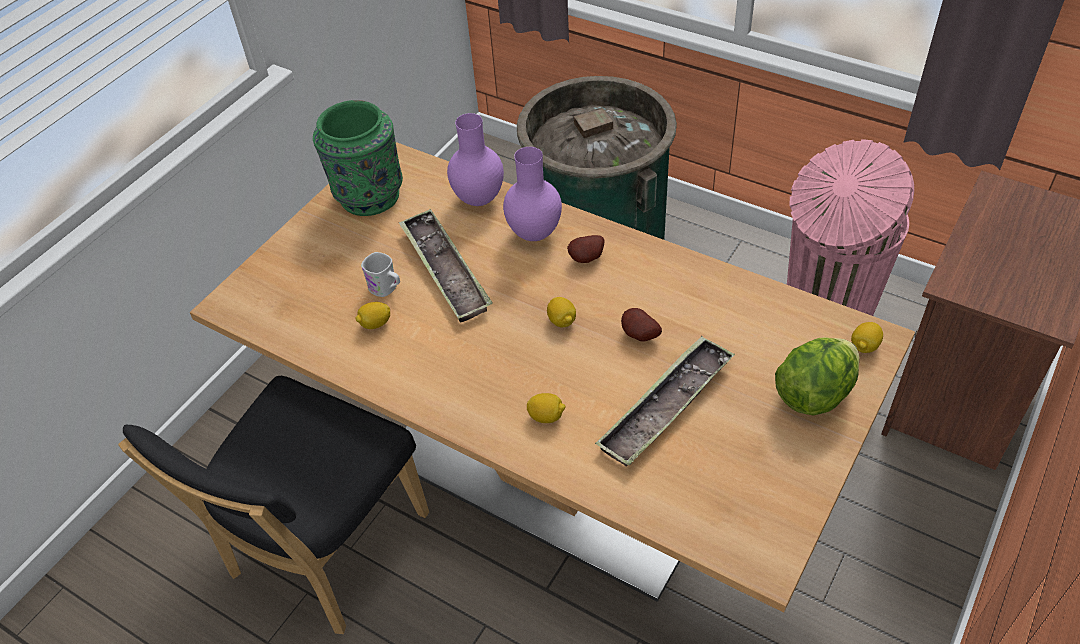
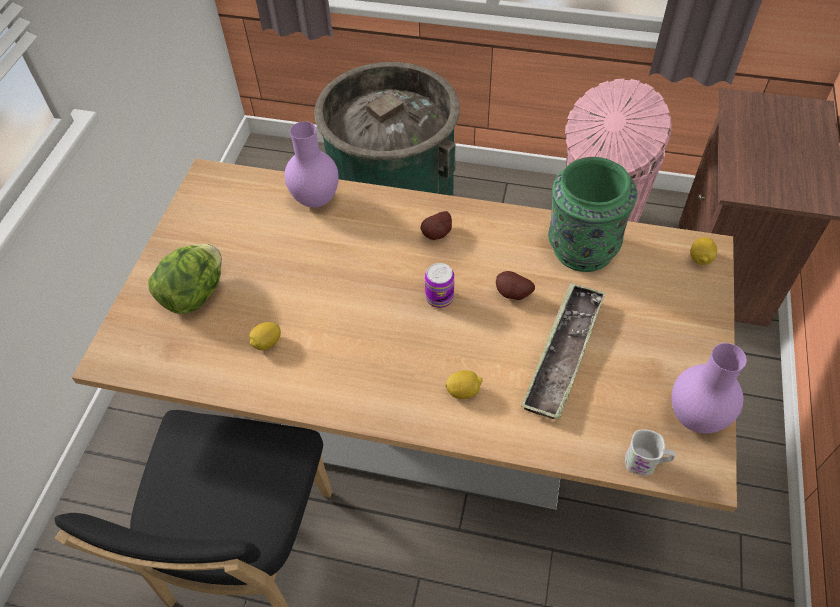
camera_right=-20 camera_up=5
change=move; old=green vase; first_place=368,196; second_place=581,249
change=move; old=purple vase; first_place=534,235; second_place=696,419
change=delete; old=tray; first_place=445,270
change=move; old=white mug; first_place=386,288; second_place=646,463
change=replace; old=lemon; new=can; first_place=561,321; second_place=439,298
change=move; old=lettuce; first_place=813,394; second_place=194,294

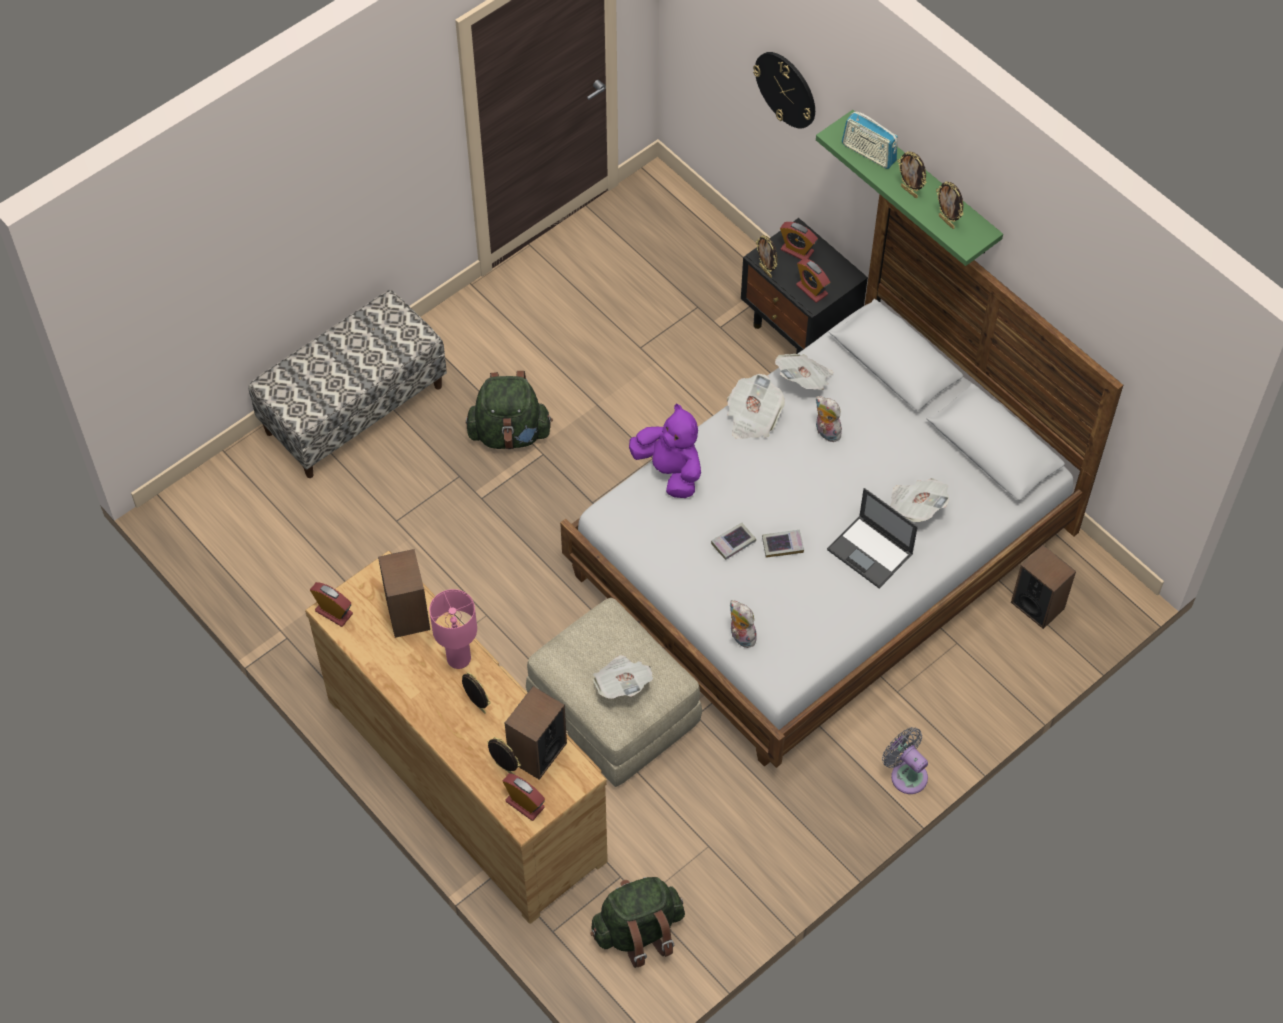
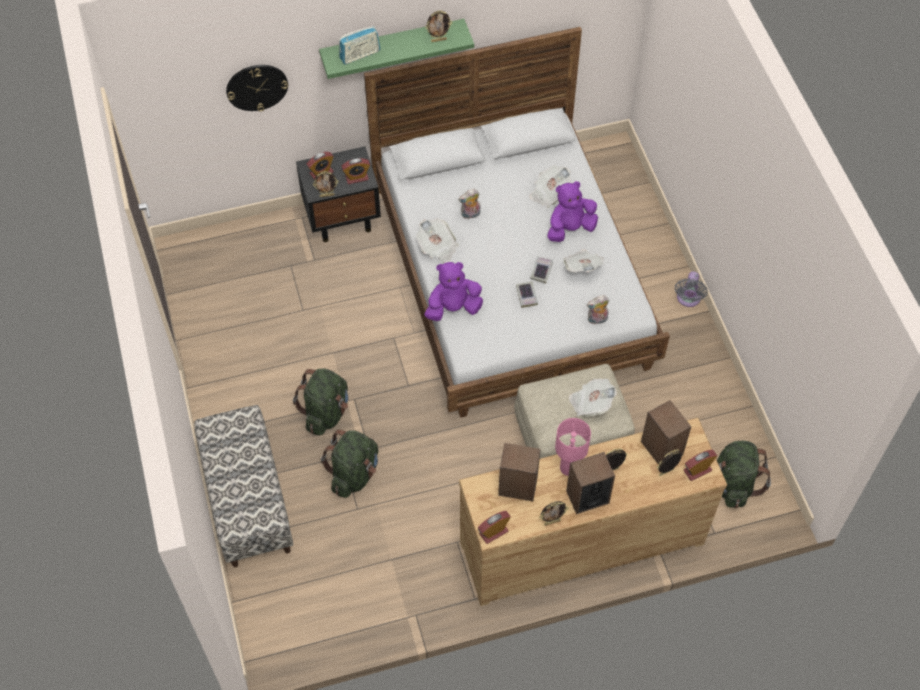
camera_right=-65 camera_up=0
change=move; old=picture frame; first_place=909,191; second_place=552,522
change=move; old=newspaper; first_place=804,380; second_place=582,267
change=replace; old=laptop; new=purple plush toy; first_place=871,552; second_place=570,228
change=move; old=speaker; first_place=1037,605; second_place=587,496
change=rotate; old=grey fan; first_place=906,774; second_place=688,299; degrees=-60
change=insert; new=green backpack; second_place=354,473

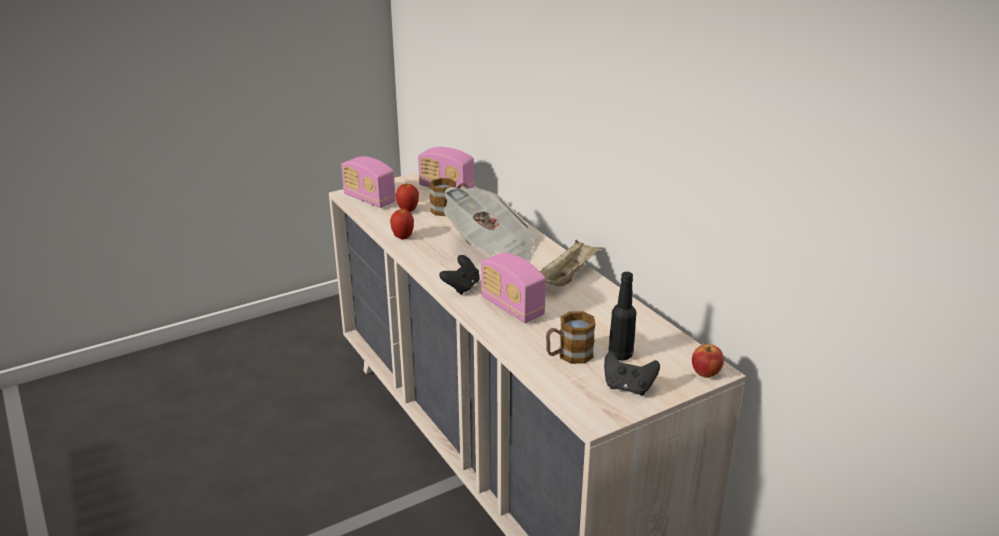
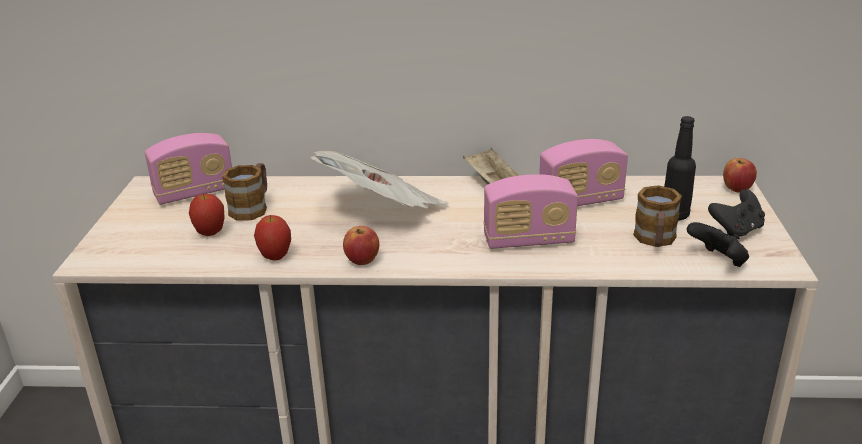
camera_right=-55 camera_up=0
change=move; old=radio; first_place=369,199; second_place=580,201
change=move; old=black game controller; first_place=461,287; second_place=718,261
change=insert; new=apple; second_place=362,261

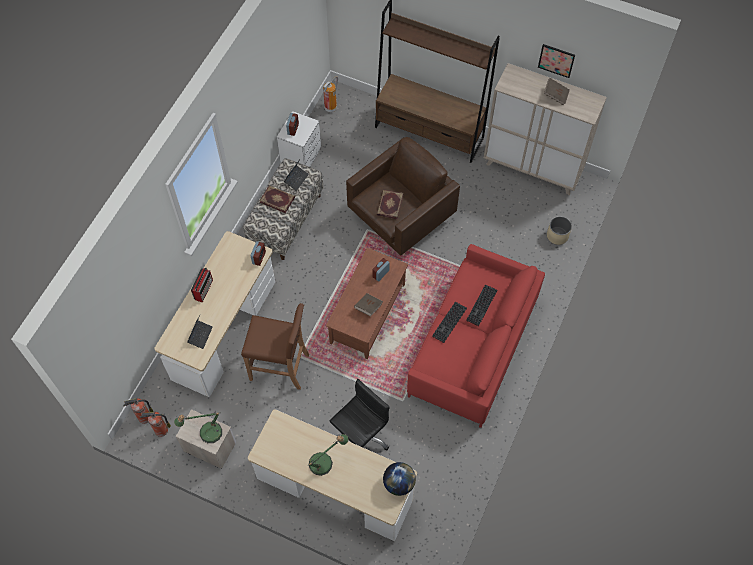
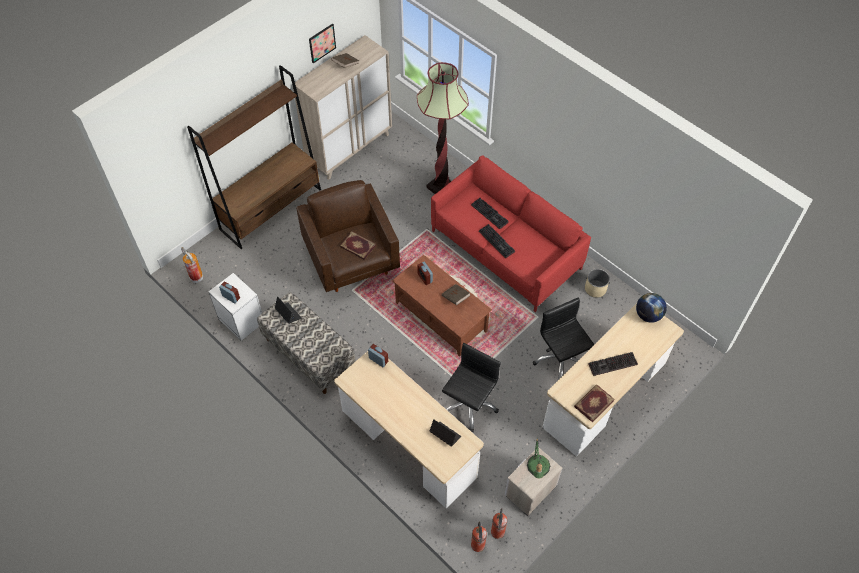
camera_right=-70 camera_up=-5
change=move; old=book; first_place=277,199; second_place=593,403
change=move; old=beige planter; first_place=557,236; second_place=595,289
change=delete; old=radio; first_place=204,289
change=replace; old=brown stool; new=black office chair; first_place=280,367; second_place=468,405
change=replace; old=table lamp; new=keyboard; first_place=324,462; second_place=612,365
change=insert; new=floor lamp; second_place=441,187

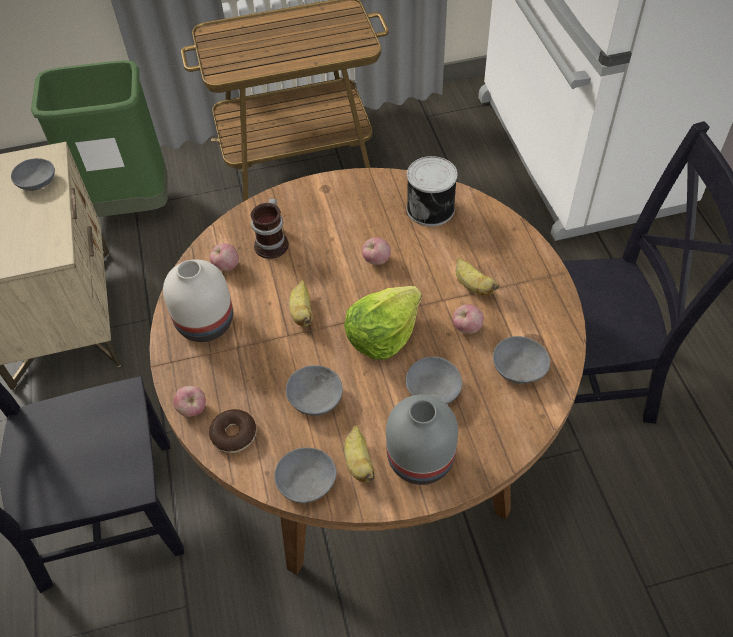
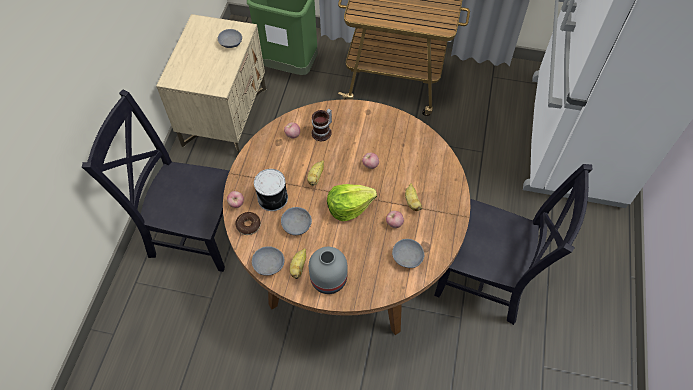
camera_right=25 camera_up=5
change=move; old=can; first_place=431,208; second_place=273,198
change=delete; old=white vase; first_place=207,322
change=delete; old=grey bowl; first_place=435,390

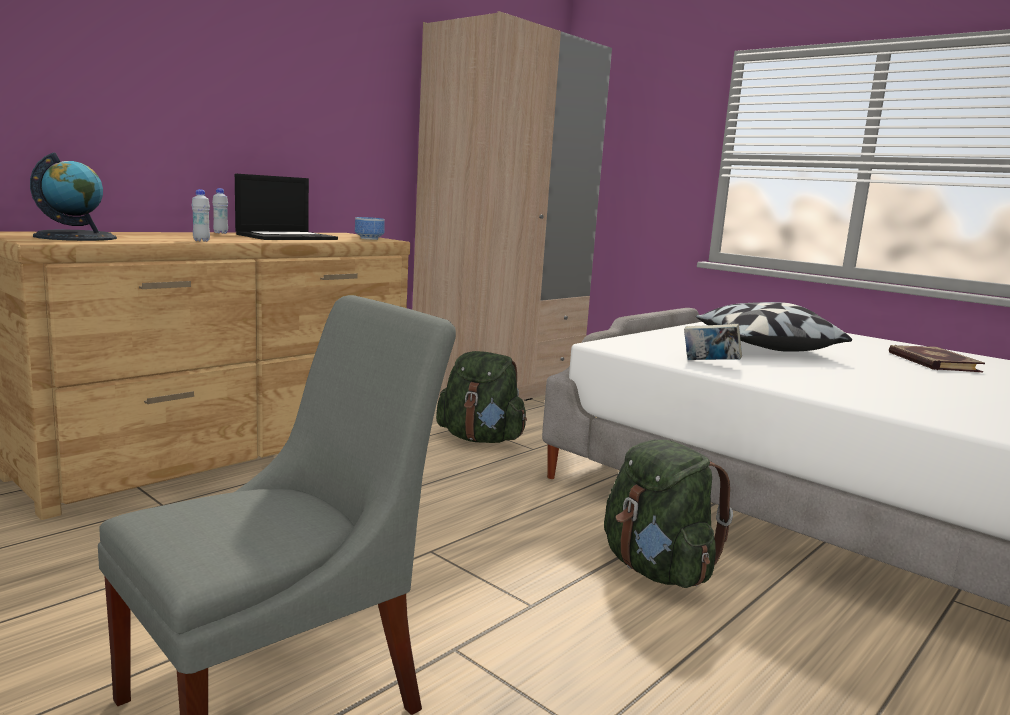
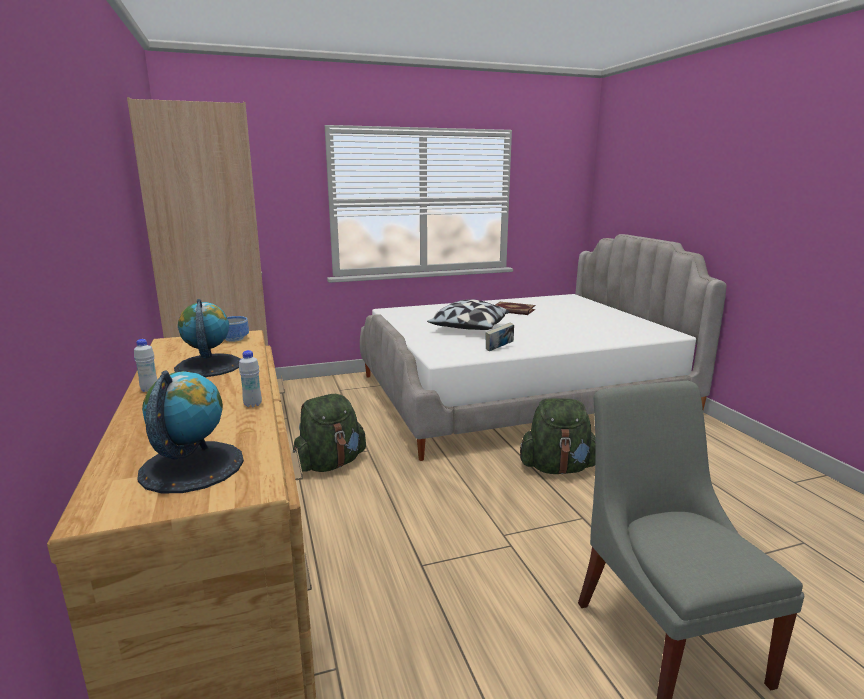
camera_right=-60 camera_up=5
change=replace; old=laptop; new=globe; first_place=287,237; second_place=208,366

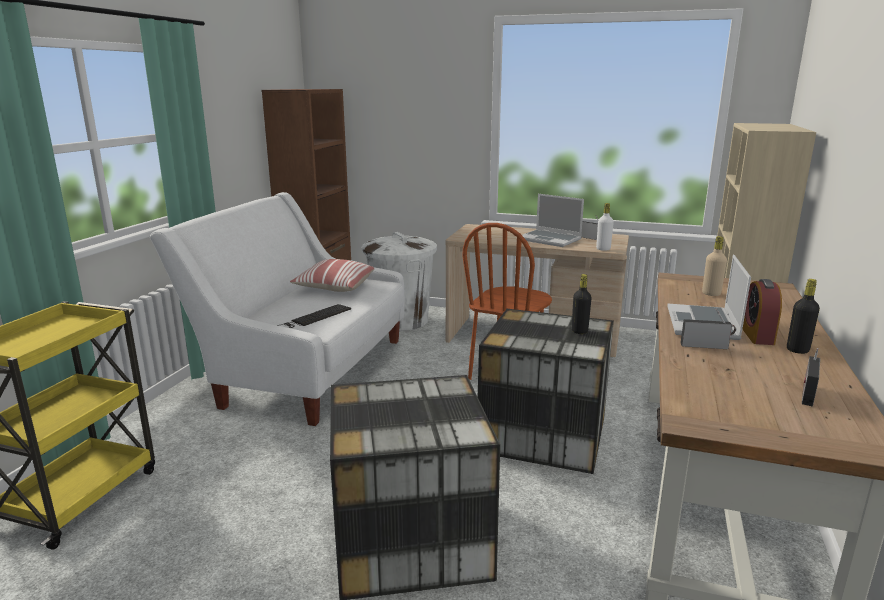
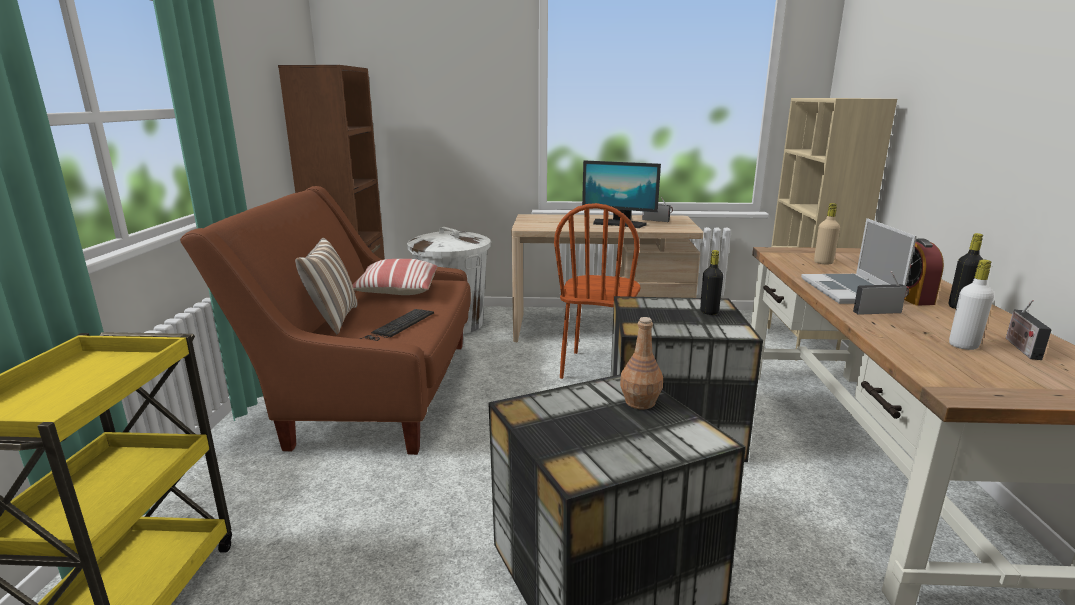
camera_right=-15 camera_up=0
change=recolor; old=white sofa; new=brown sofa; first_place=305,369; second_place=371,389
change=replace; old=laptop; new=monitor; first_place=550,239; second_place=619,224
change=move; old=white bottle; first_place=603,249; second_place=963,345
change=insert; new=pillow; second_place=332,320
change=insert; new=brown bottle; second_place=640,402

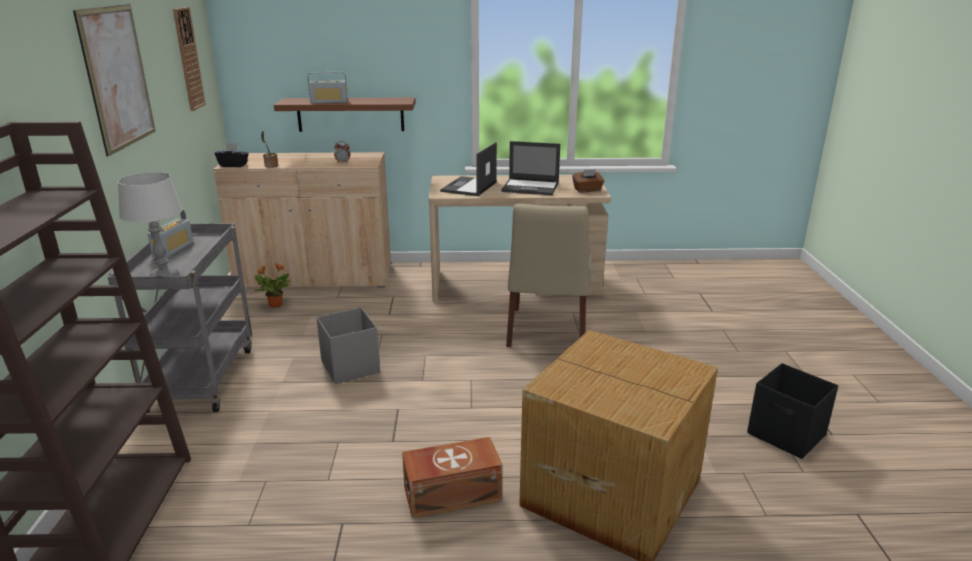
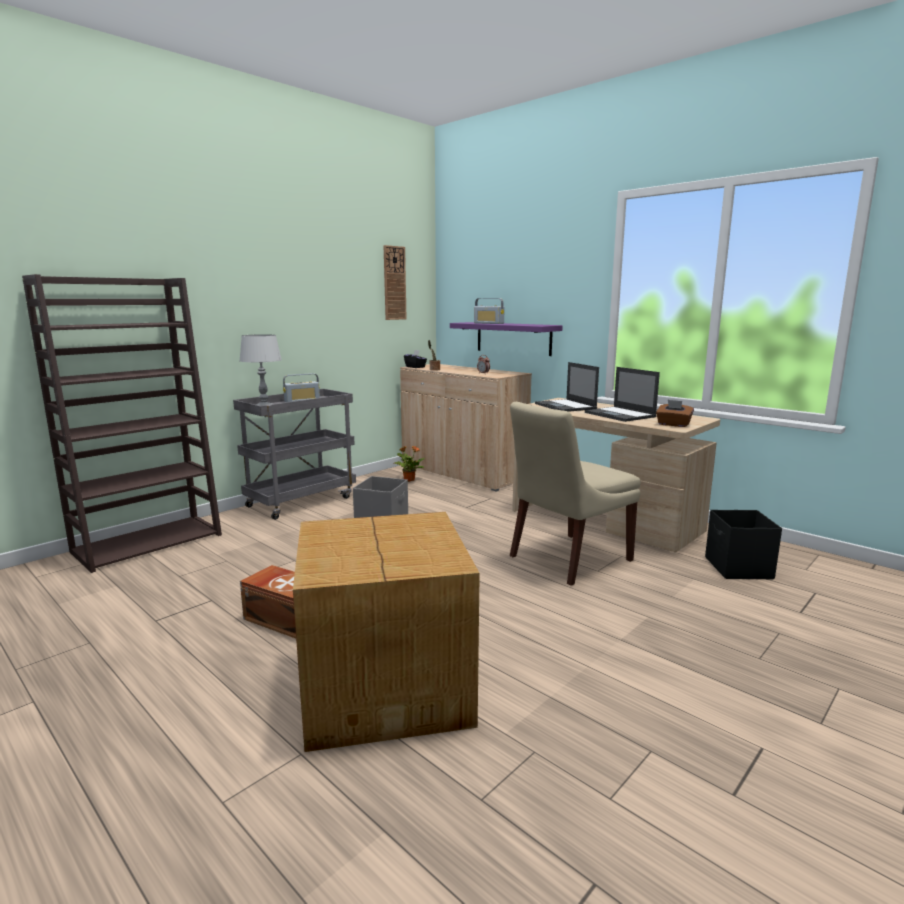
camera_right=45 camera_up=-10
change=delete; old=picture; first_place=117,77
change=recolor; old=brown shelf; new=purple shelf; first_place=350,114; second_place=513,338
change=rotate; old=laptop; first_place=469,187; second_place=566,406; degrees=-90
change=move; old=black storage box; first_place=787,435; second_place=738,568

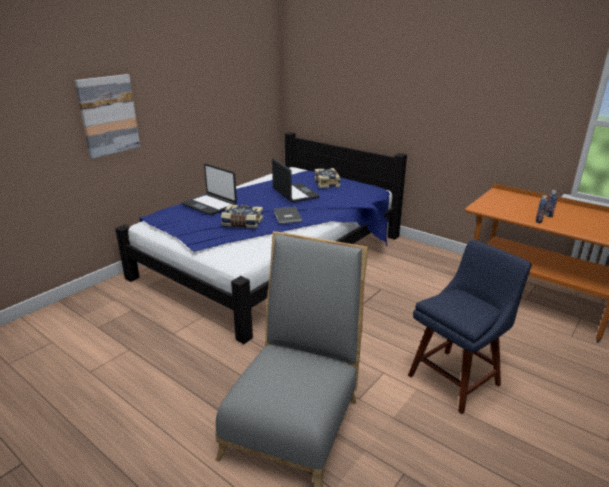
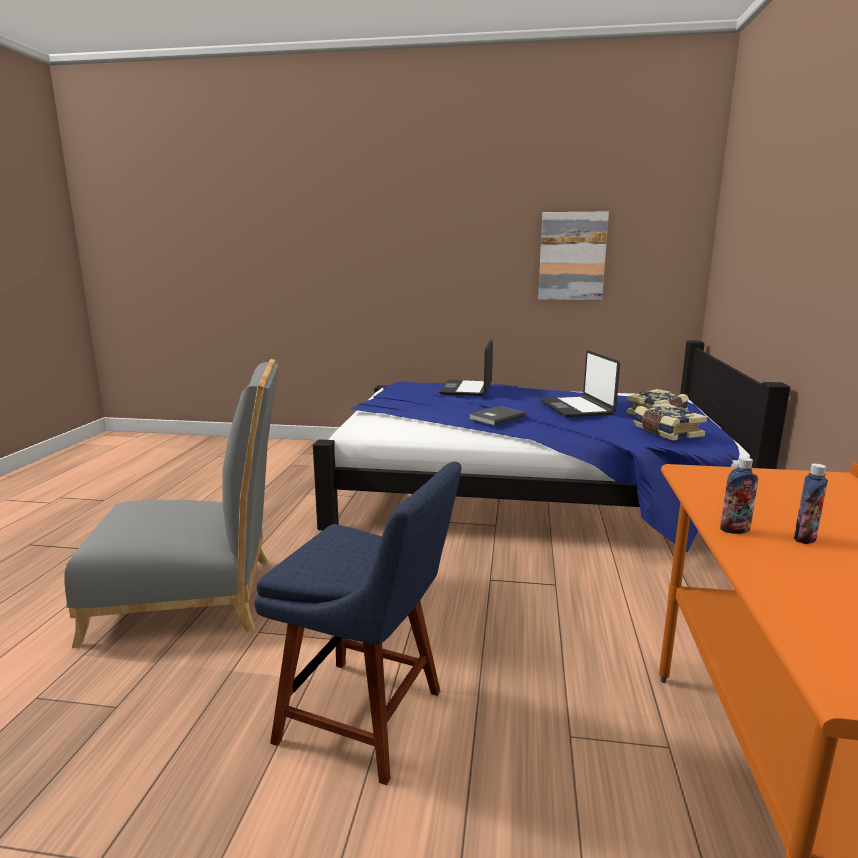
camera_right=60 camera_up=-10
change=move; old=picture; first_place=108,115; second_place=572,256
change=rotate; old=laptop; first_place=295,193; second_place=577,408; degrees=135
change=move; old=book; first_place=242,223; second_place=666,432

